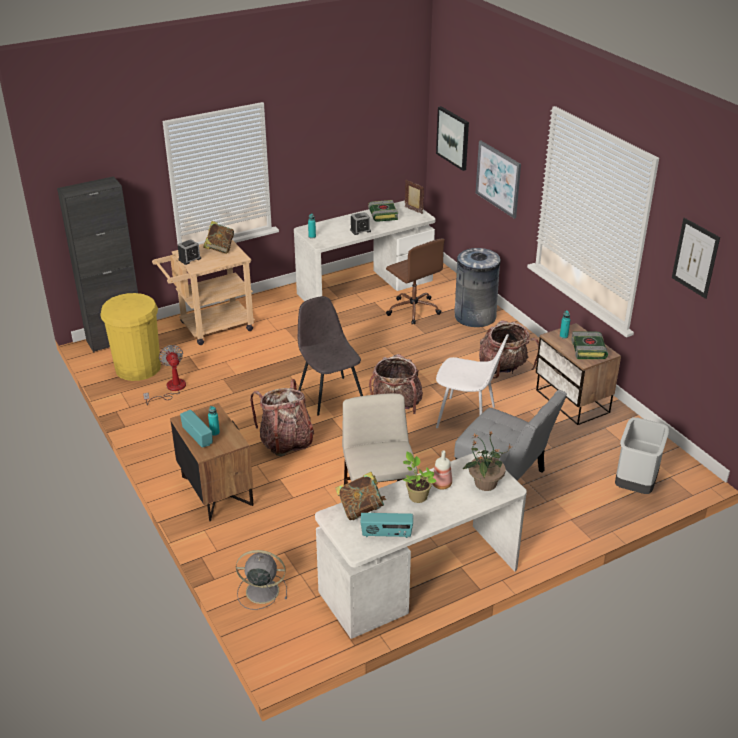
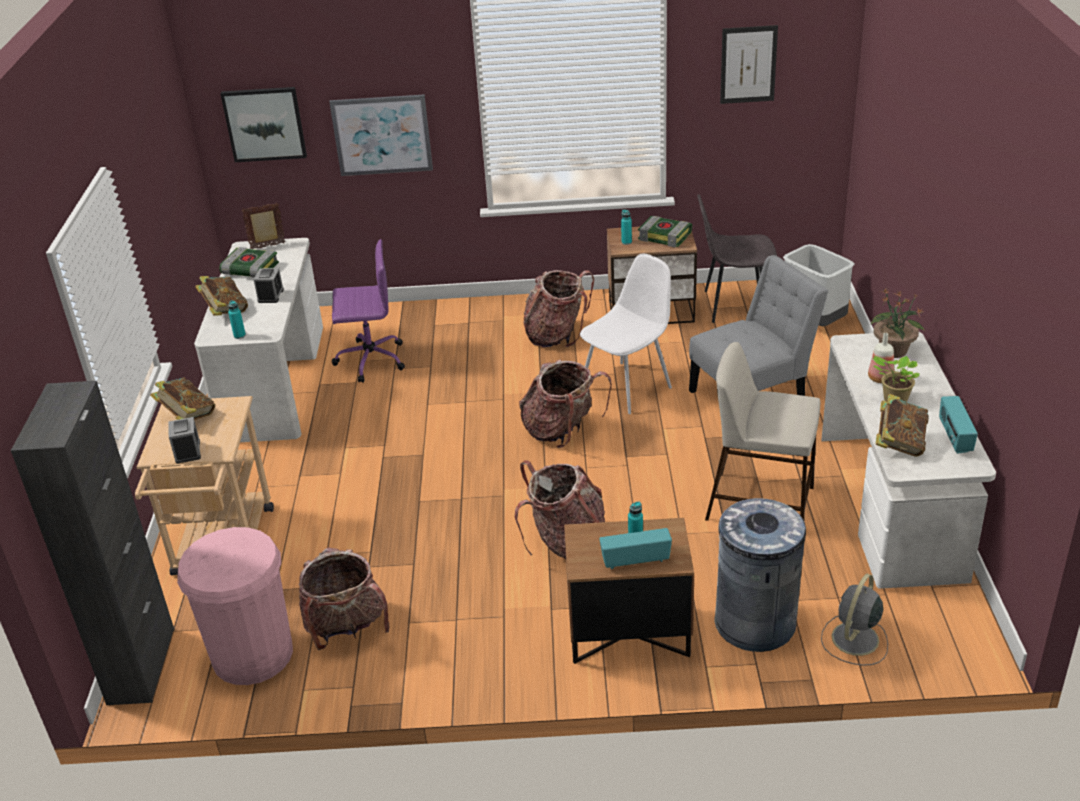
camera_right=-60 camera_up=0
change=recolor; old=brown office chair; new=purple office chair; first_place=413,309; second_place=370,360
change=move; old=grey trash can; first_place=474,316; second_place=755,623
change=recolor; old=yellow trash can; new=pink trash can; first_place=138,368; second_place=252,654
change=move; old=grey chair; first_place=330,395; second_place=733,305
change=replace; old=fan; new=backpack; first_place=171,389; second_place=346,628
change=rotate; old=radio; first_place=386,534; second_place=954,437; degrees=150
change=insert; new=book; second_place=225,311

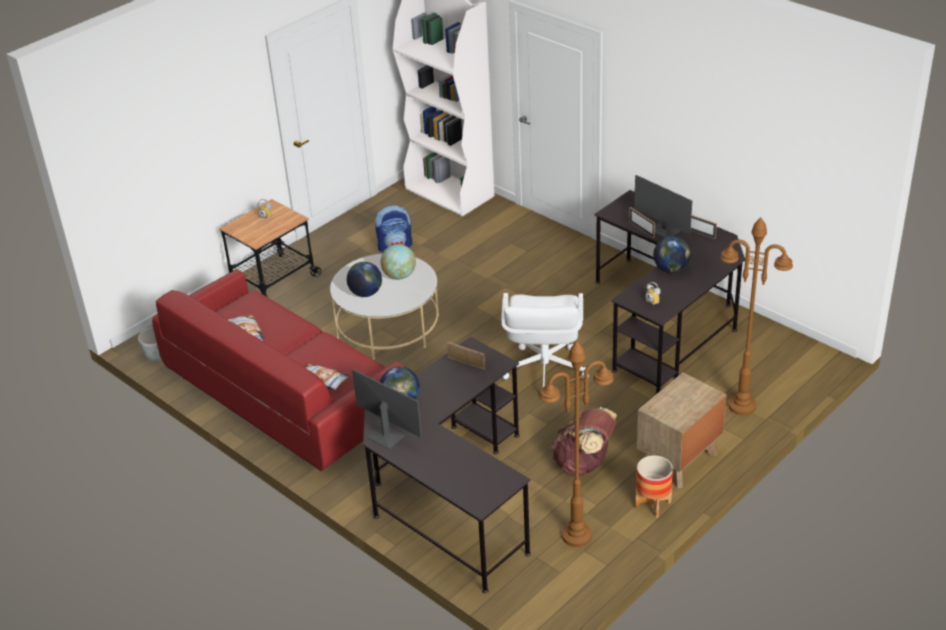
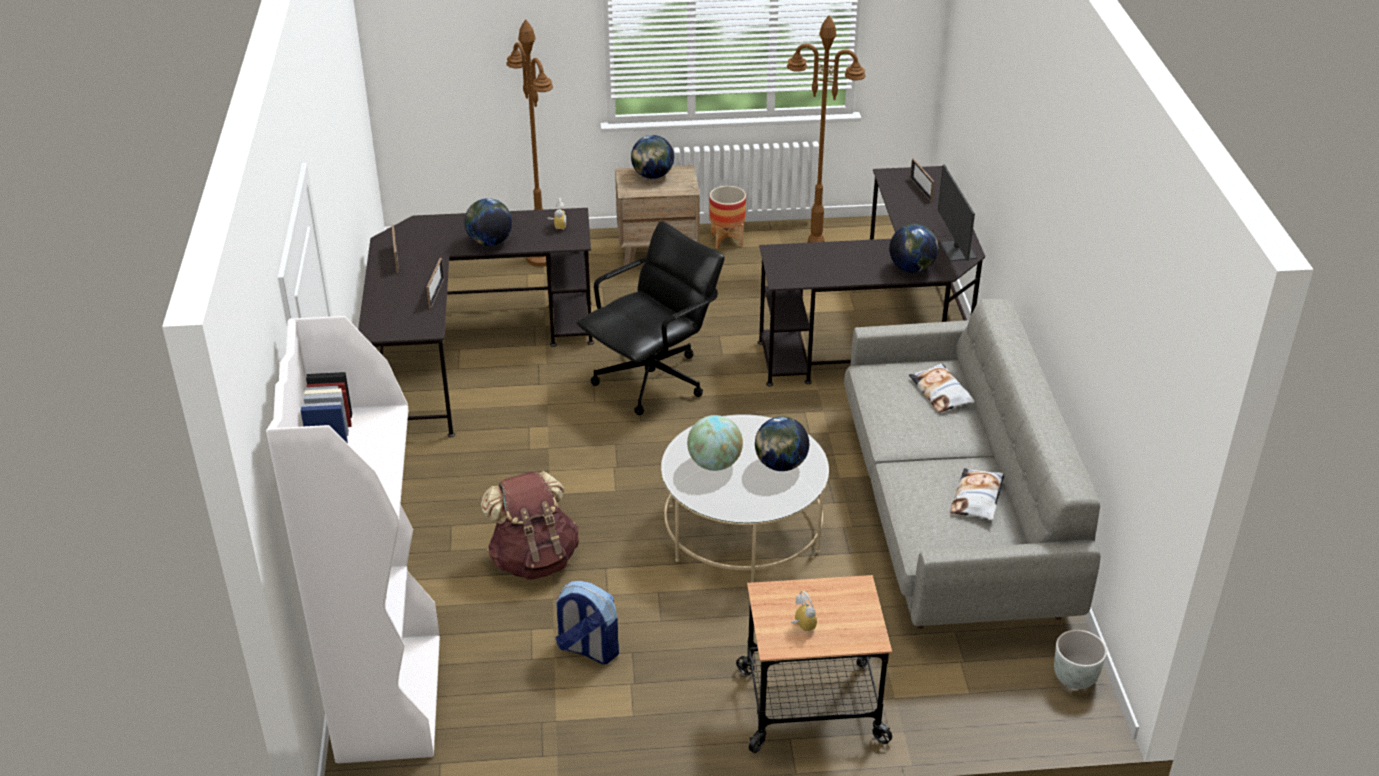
camera_right=-140 camera_up=0
change=delete; old=monitor; first_place=664,231
change=recolor; old=red sofa; new=grey sofa; first_place=286,398; second_place=951,514
change=recolor; old=white office chair; new=black office chair; first_place=544,371; second_place=652,380
change=move; old=picture frame; first_place=466,363; second_place=921,189
change=move; old=brown backpack; first_place=584,463; second_place=533,559
change=insert; new=globe; second_place=652,176

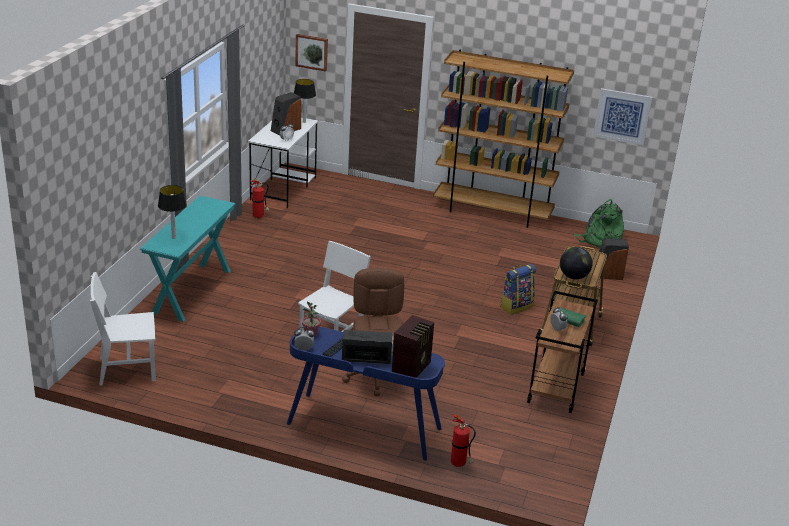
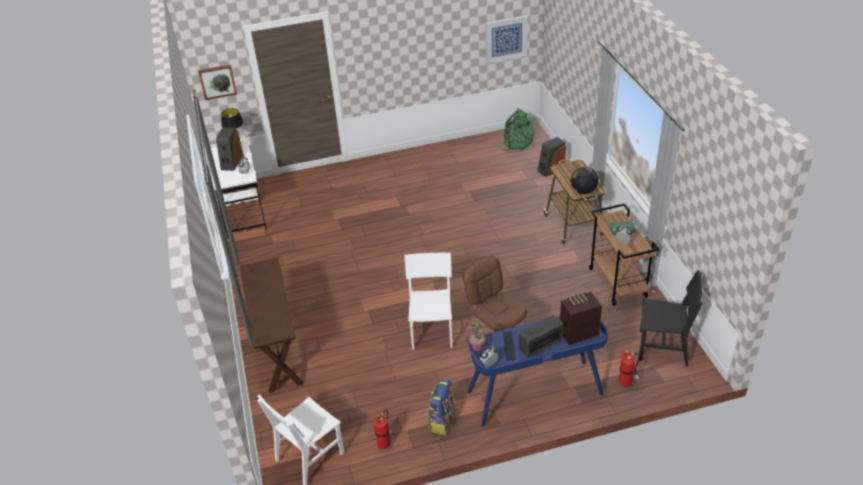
camera_right=-30 camera_up=10
change=delete; old=brown bookcase; first_place=492,212
change=move; old=fire extinguisher; first_place=259,216; second_place=384,444
change=delete; old=table lamp; first_place=174,237
change=recolor; old=turquoise console table; new=brown console table; first_place=192,291; second_place=279,352
change=move; old=backpack; first_place=516,306; second_place=442,421
change=rotate; old=radio; first_place=412,367; second_place=577,333; degrees=-105
change=insert; new=black chair; second_place=663,348

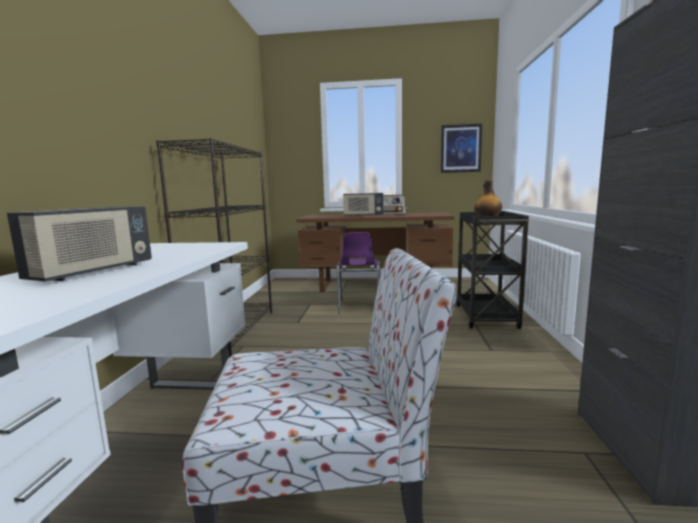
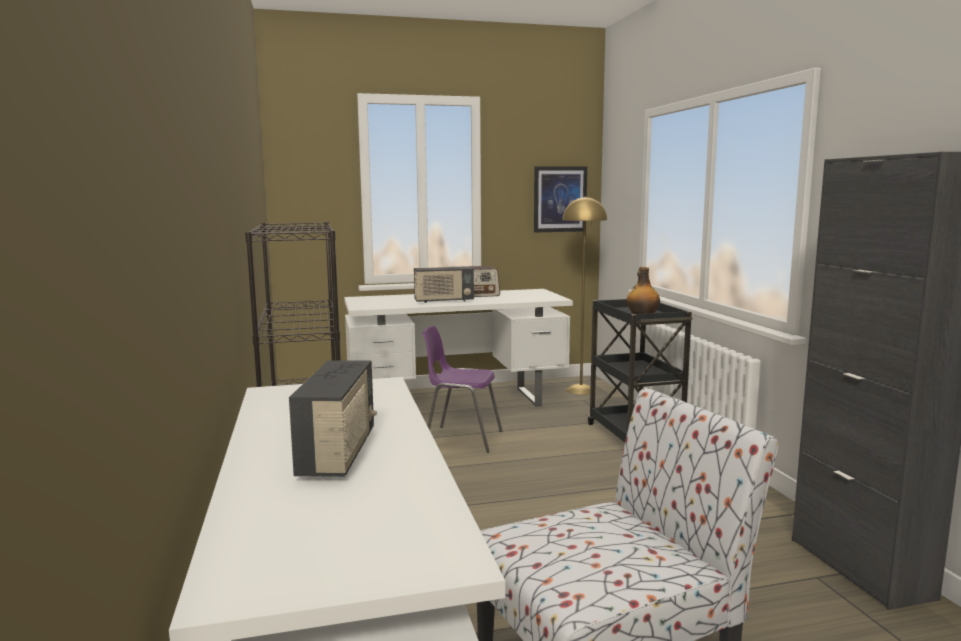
camera_right=-20 camera_up=0
change=recolor; old=brown desk; new=white desk; first_place=376,287; second_place=457,403
change=rotate; old=purple chair; first_place=359,307; second_place=461,438; degrees=120
change=insert; new=yellow floor lamp; second_place=580,390

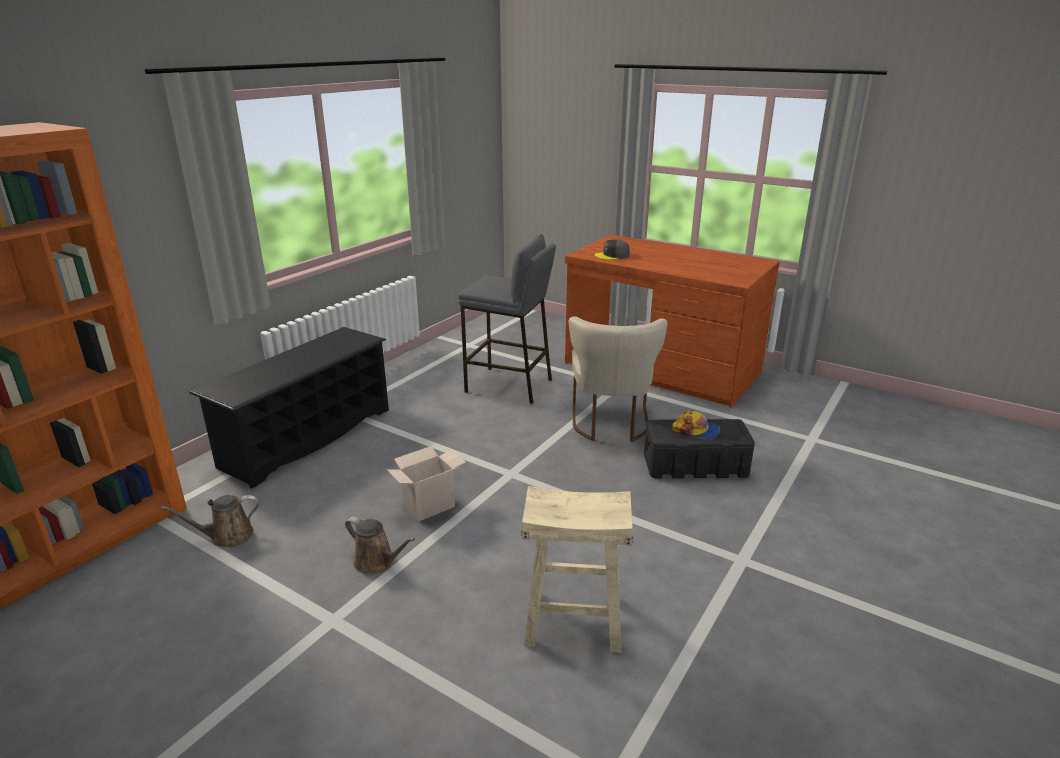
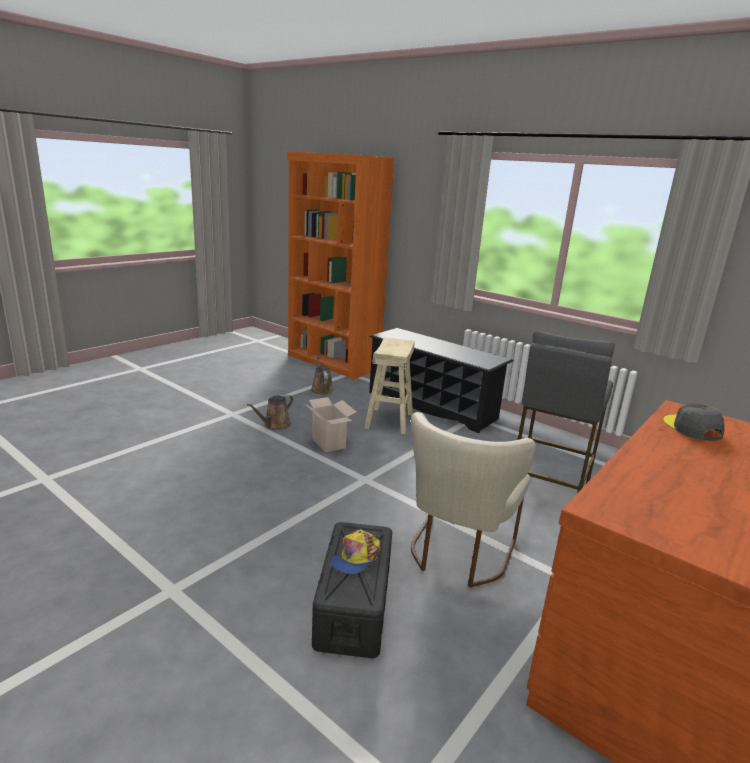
camera_right=95 camera_up=-5
change=rotate; old=beige chair; first_place=610,425; second_place=458,554; degrees=-75
change=move; old=beige stool; first_place=573,621; second_place=388,420

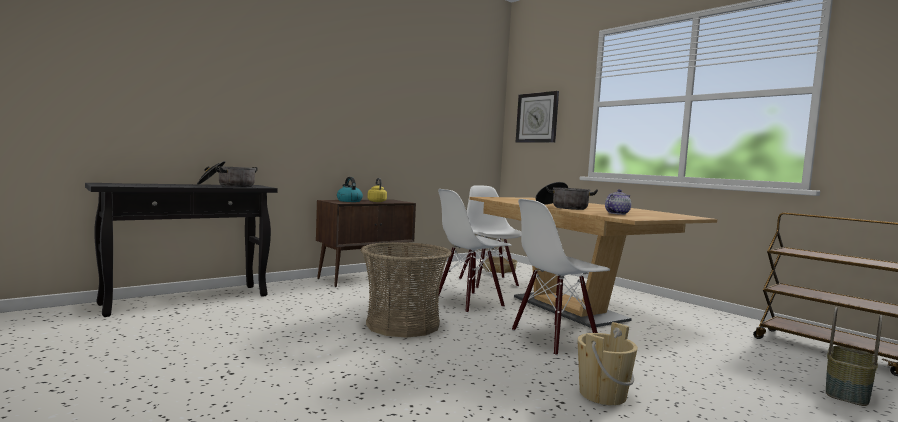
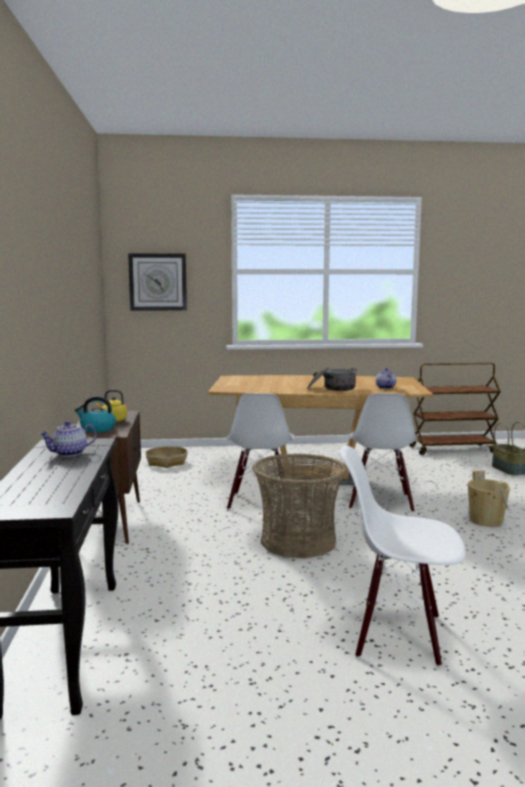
camera_right=-55 camera_up=5
change=replace; old=cooking pot; new=teapot; first_place=227,186; second_place=69,454
change=move; old=white chair; first_place=489,282; second_place=398,634

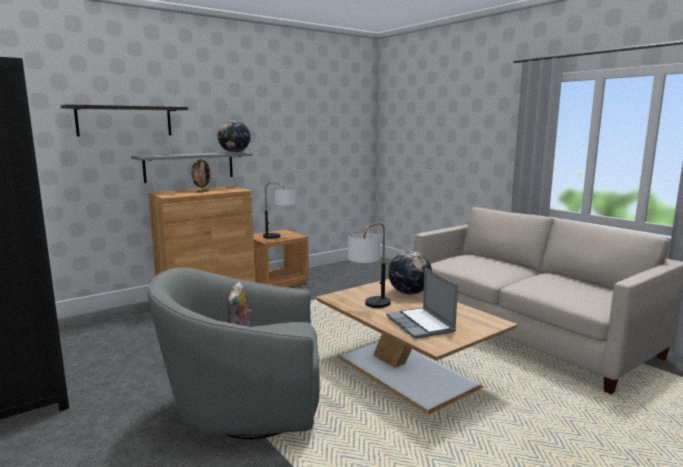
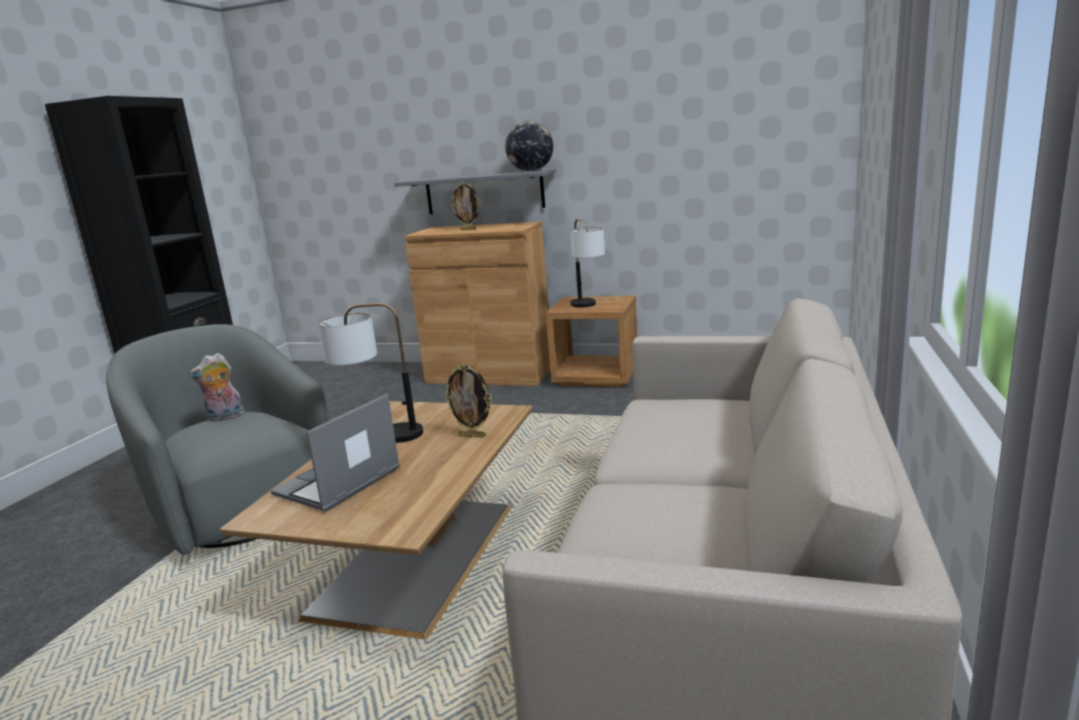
camera_right=55 camera_up=5
change=delete; old=shelf; first_place=125,121
change=replace; old=globe; new=picture frame; first_place=409,293; second_place=473,436

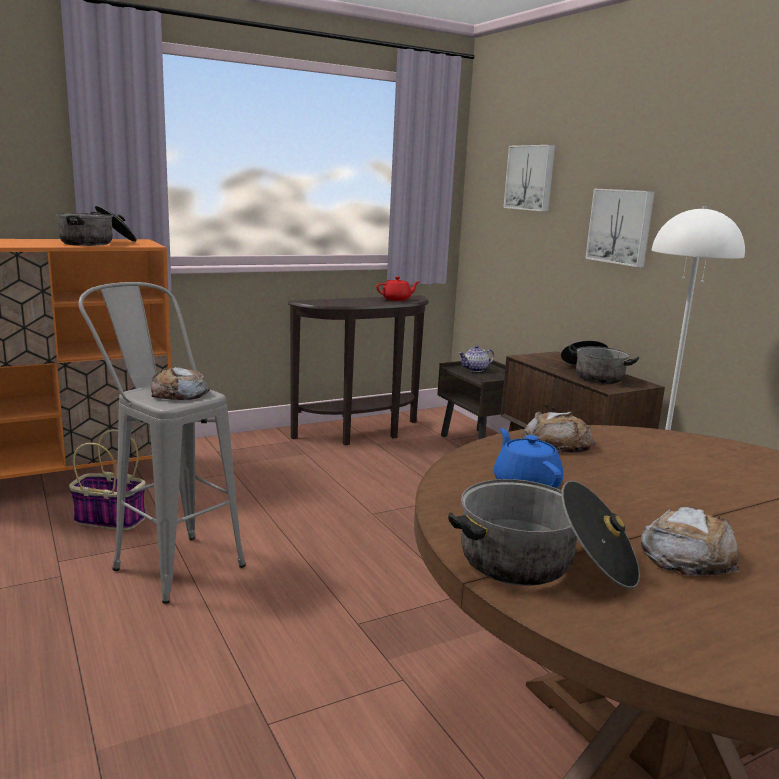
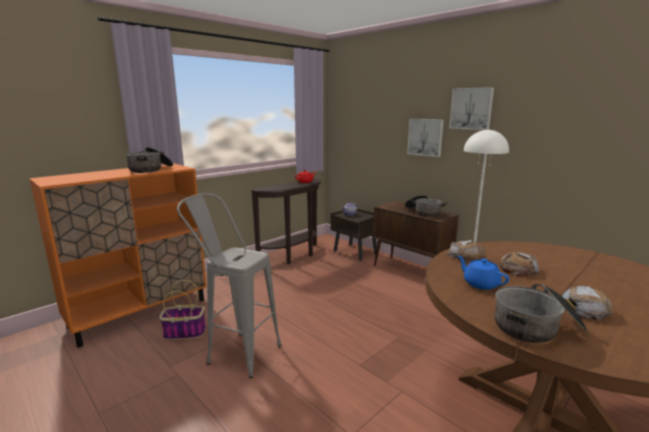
camera_right=-15 camera_up=0
change=move; old=picture; first_place=531,178; second_place=471,108
change=move; old=bread; first_place=179,393; second_place=518,269

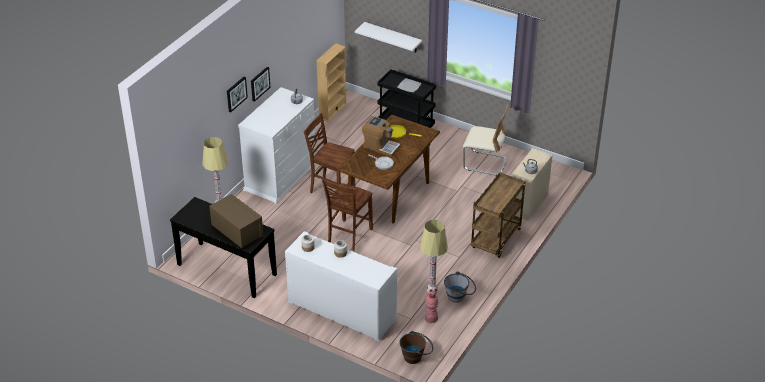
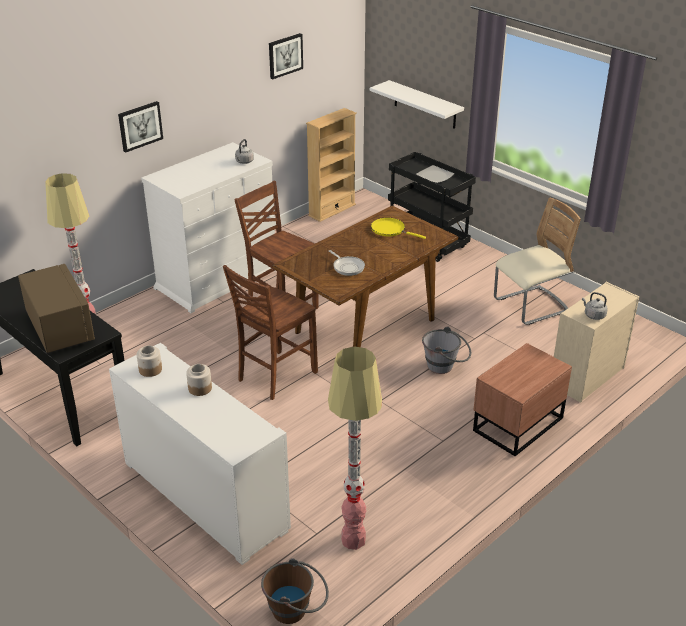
camera_right=15 camera_up=-5
change=move; old=picture; first_place=259,83; second_place=285,55
change=rotate; old=beige chair; first_place=484,163; second_place=531,306; degrees=-60
change=delete; old=coffee machine; first_place=380,146
change=replace; old=brown cart; new=brown nightstand; first_place=496,240; second_place=516,424
change=move; old=grey bucket; first_place=459,297; second_place=445,367

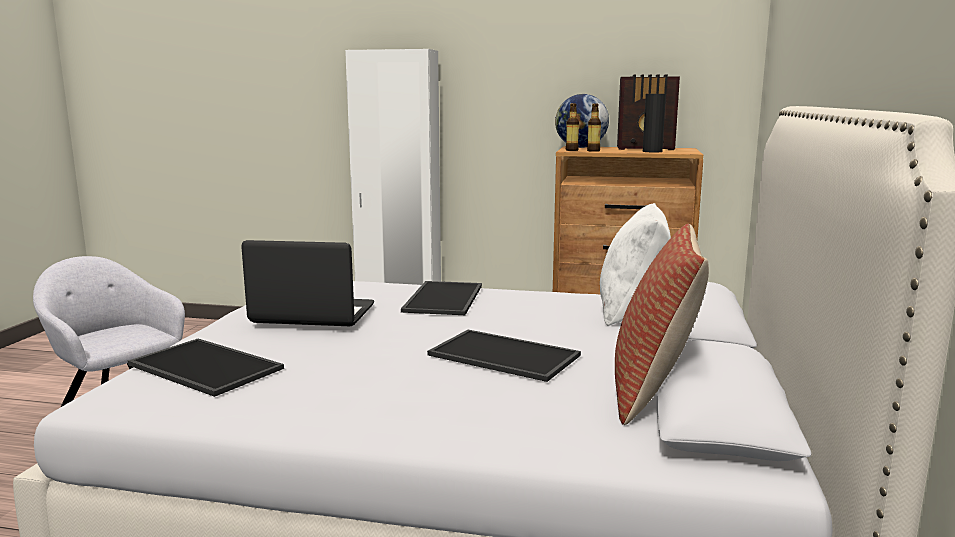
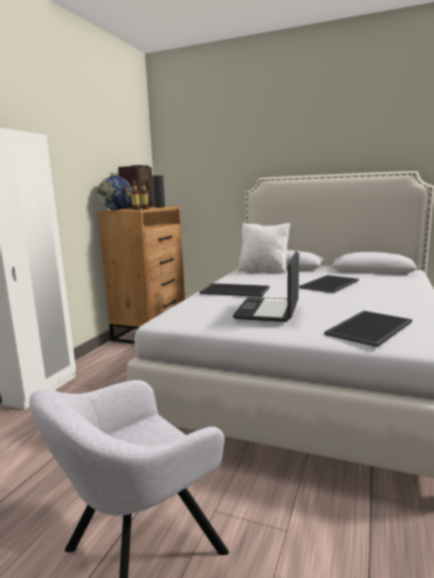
camera_right=-80 camera_up=0
change=delete; old=pillow; first_place=653,391

